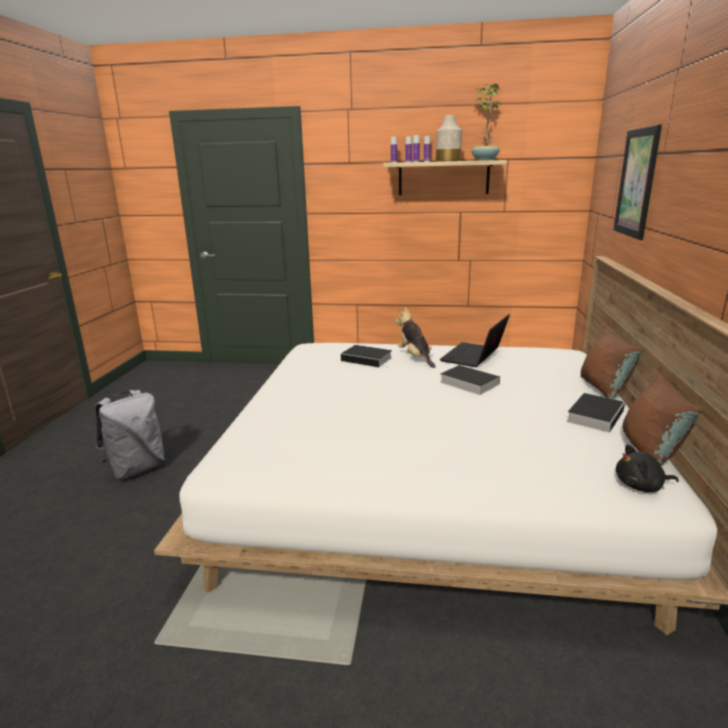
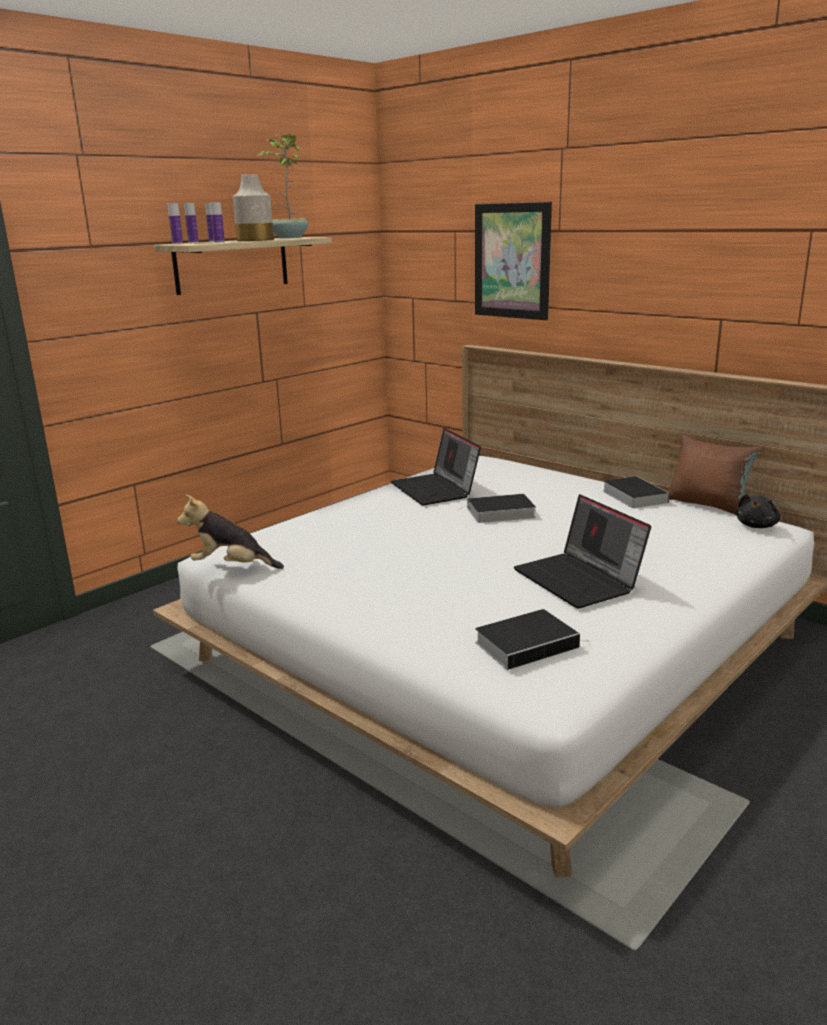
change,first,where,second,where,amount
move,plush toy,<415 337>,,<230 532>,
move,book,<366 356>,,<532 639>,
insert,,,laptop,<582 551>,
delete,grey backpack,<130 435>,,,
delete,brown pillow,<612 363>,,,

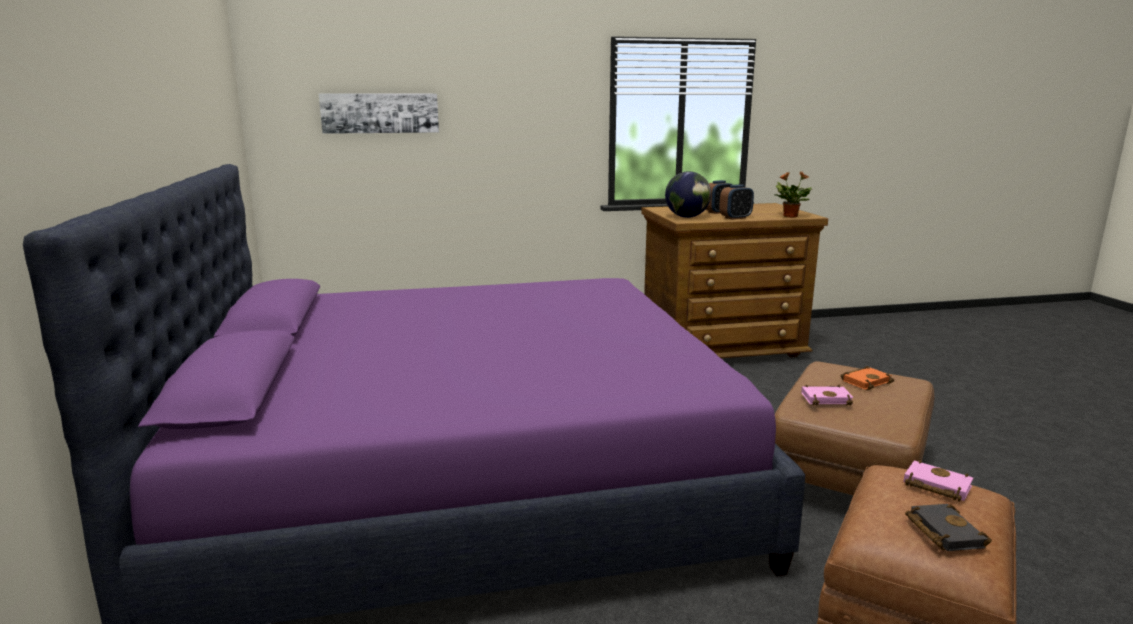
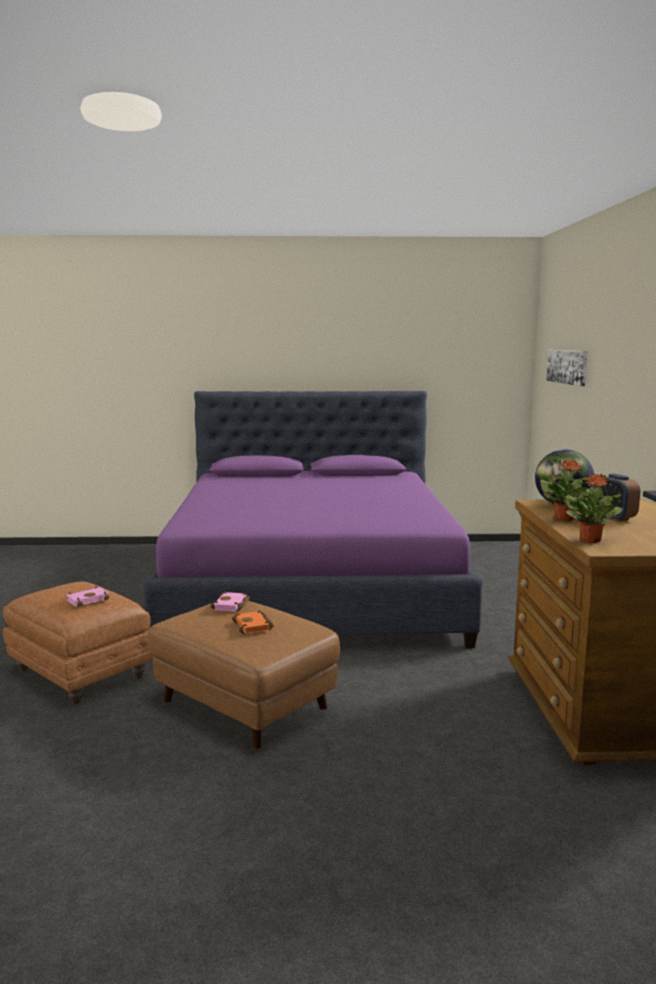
change,first,where,second,where,amount
replace,alarm clock,<736 202>,potted plant,<565 490>,
delete,black book,<948 527>,,,

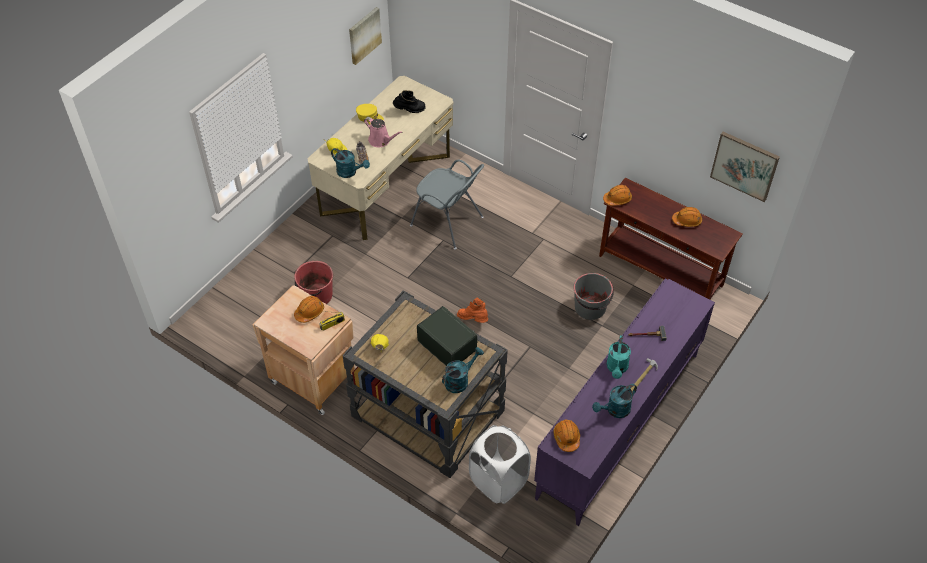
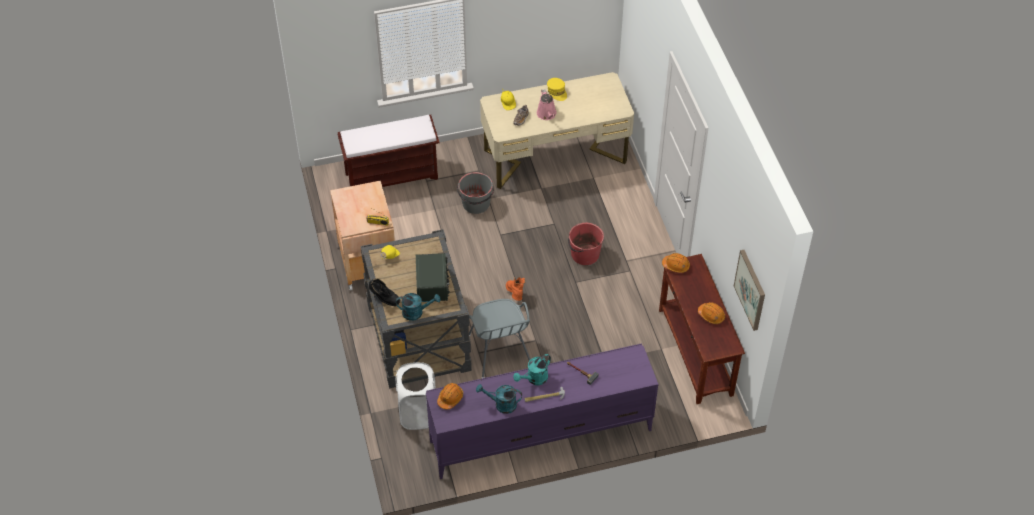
change,first,where,second,where,amount
insert,,,brown bench,<389 151>,
move,black boot,<409 101>,,<384 292>,
move,grey bucket,<593 296>,,<475 193>,
move,grey chair,<447 205>,,<500 338>,
move,red bucket,<313 282>,,<586 244>,
delete,orange hard hat,<309 309>,,,
delete,turquoise watering can,<350 163>,,,
delete,picture,<365 36>,,,

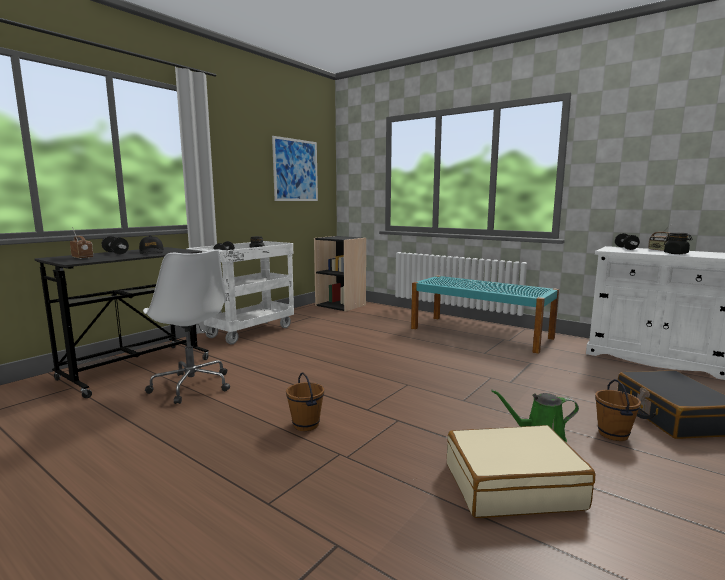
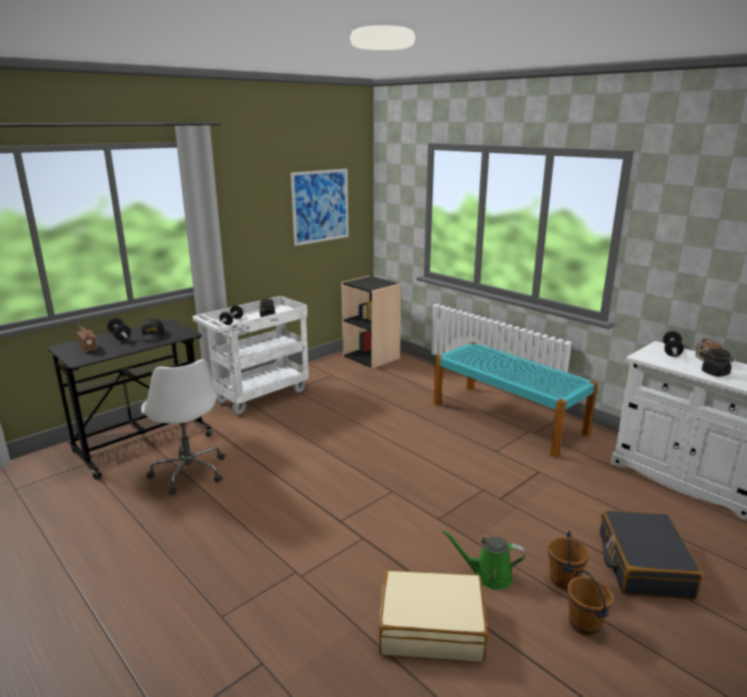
change,first,where,second,where,amount
move,brown bucket,<305 401>,,<590 603>,

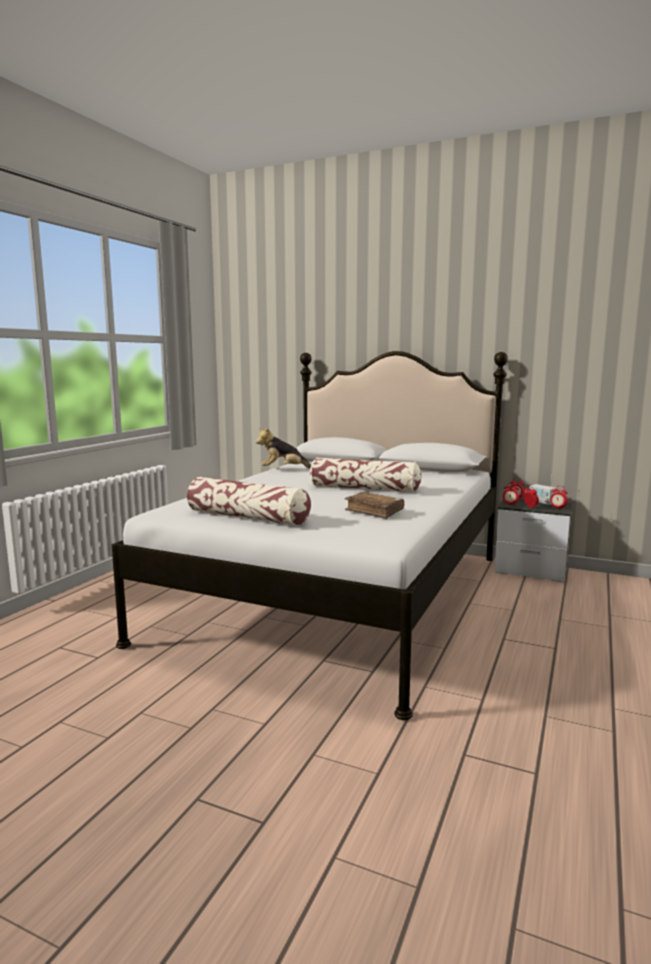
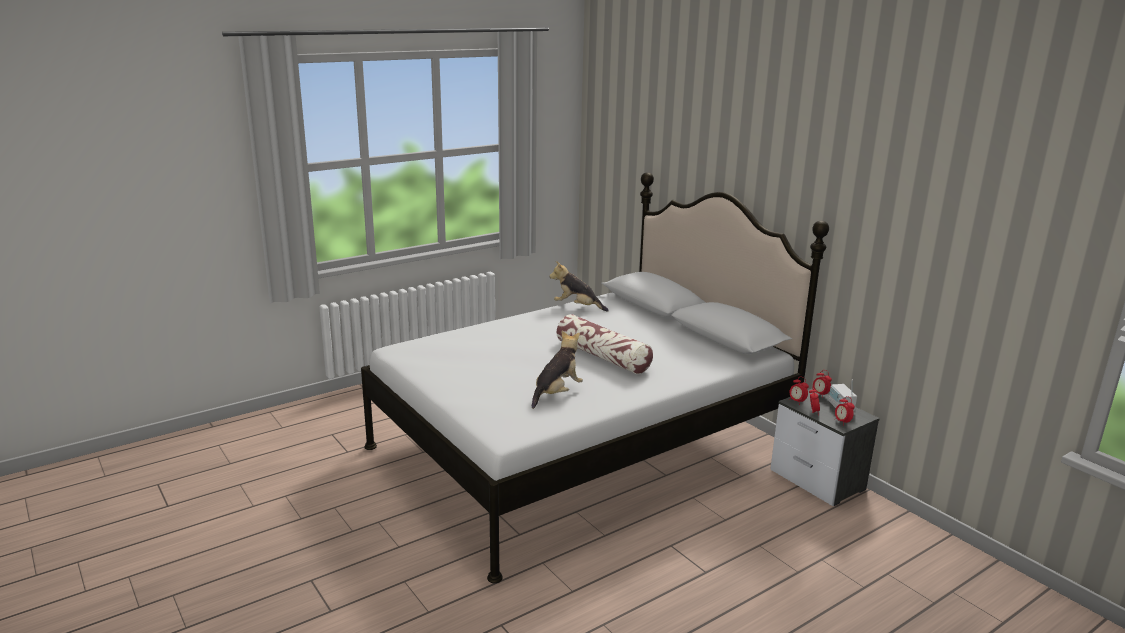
change,first,where,second,where,amount
replace,brown book,<374 505>,plush toy,<557 370>,
delete,pillow,<249 501>,,,

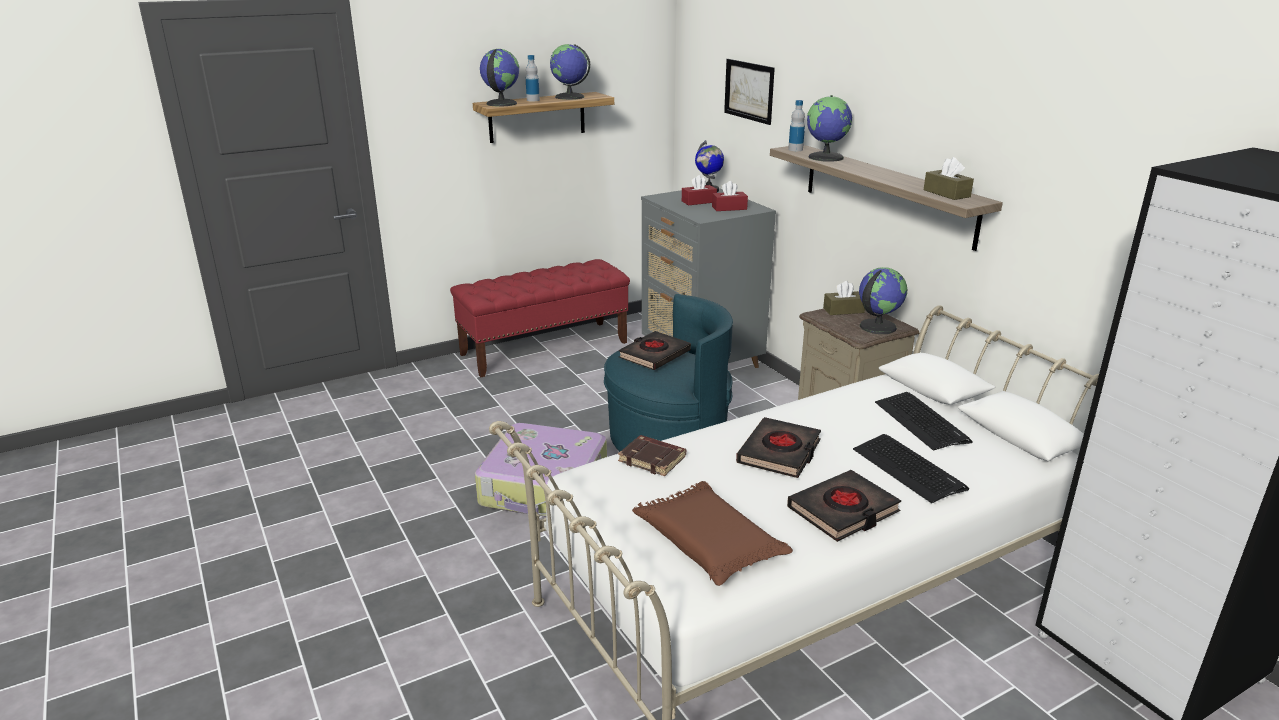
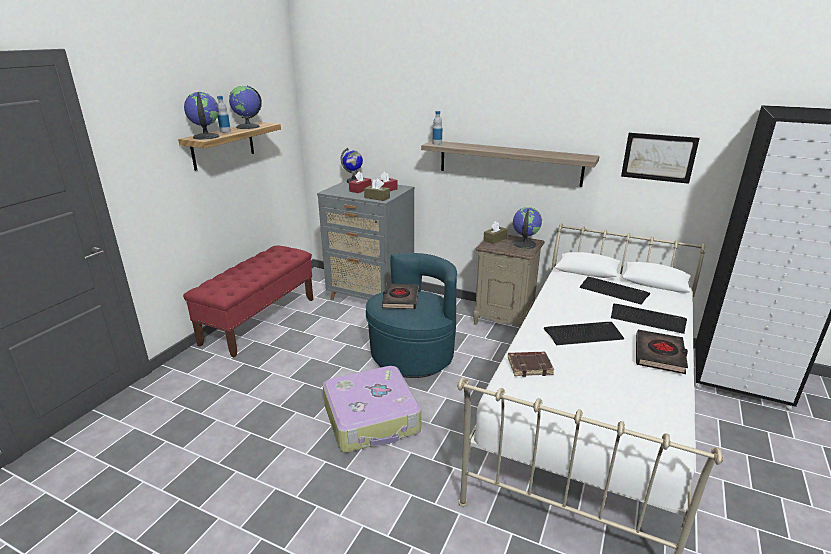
change,first,where,second,where,amount
move,brown tissue box,<949 178>,,<377 189>,
replace,black book,<778 447>,keyboard,<584 333>,
move,picture,<749 92>,,<660 158>,
delete,brown pillow,<712 533>,,,
delete,globe,<829 128>,,,

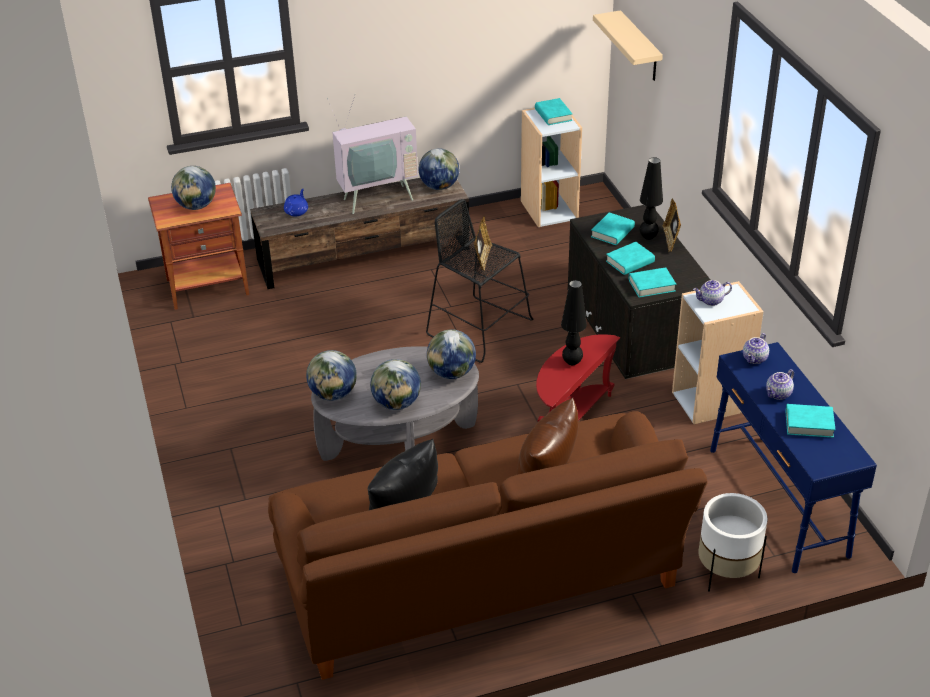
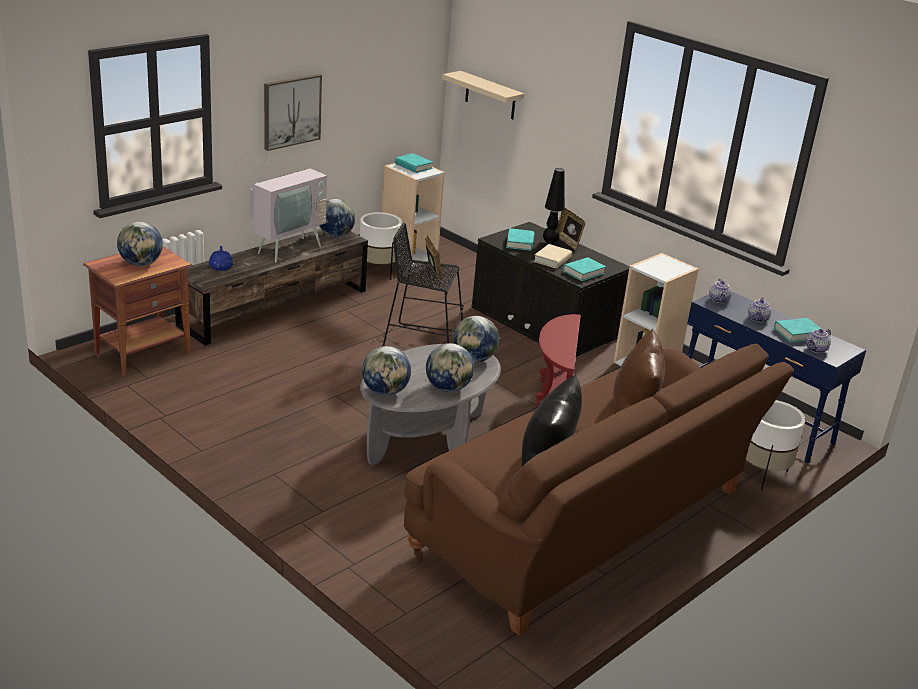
change,first,where,second,where,amount
insert,,,picture,<293 112>,
insert,,,white planter,<380 246>,
recolor,turquoise book,<630 258>,beige book,<553 256>,
move,teapot,<712 293>,,<818 341>,
delete,black table lamp,<574 323>,,,

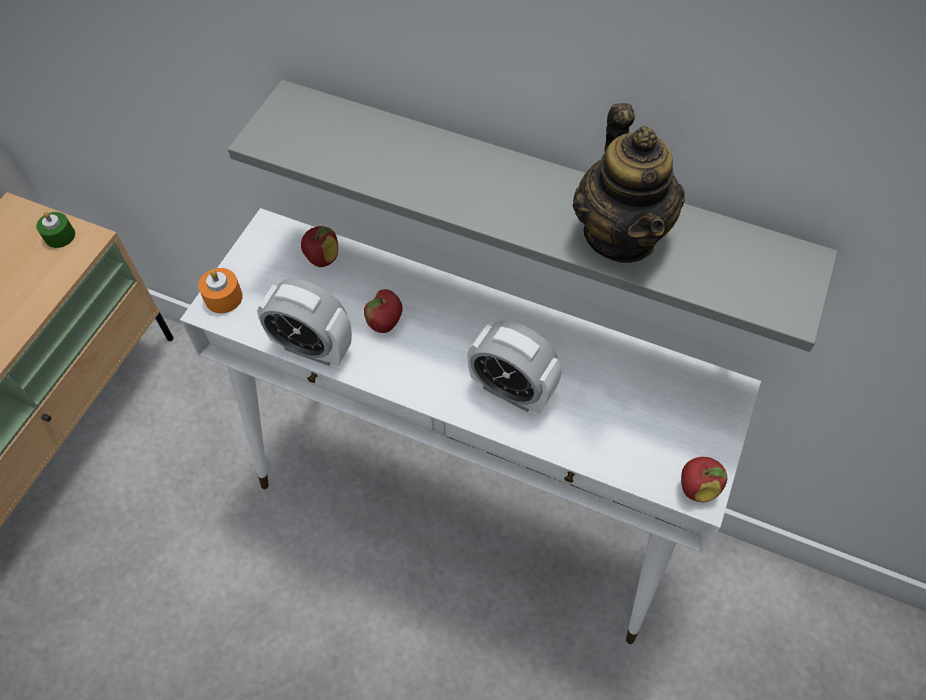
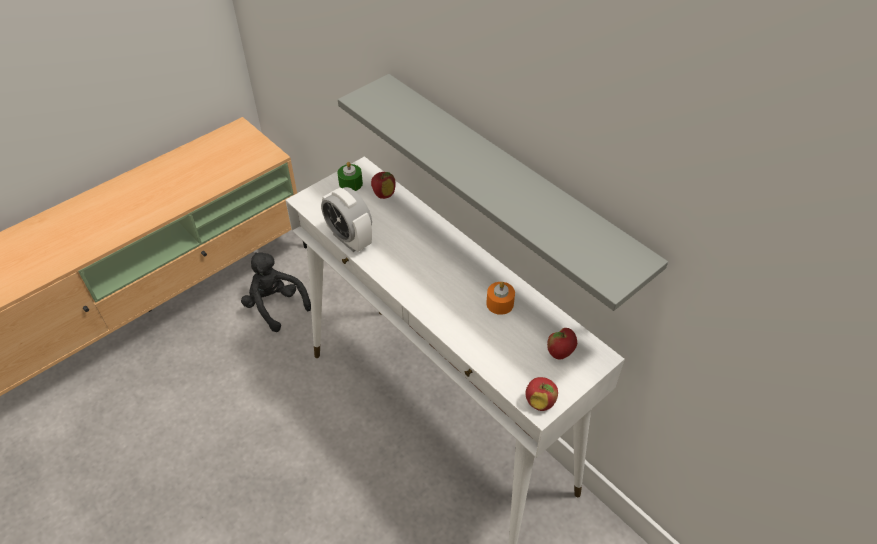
change,first,where,second,where,amount
insert,,,black plush toy,<276 292>,
move,green candle,<55 230>,,<350 176>,
move,orange candle,<220 290>,,<500 298>,
move,apple,<383 311>,,<562 344>,
delete,alarm clock,<514 367>,,,
delete,teapot,<629 183>,,,

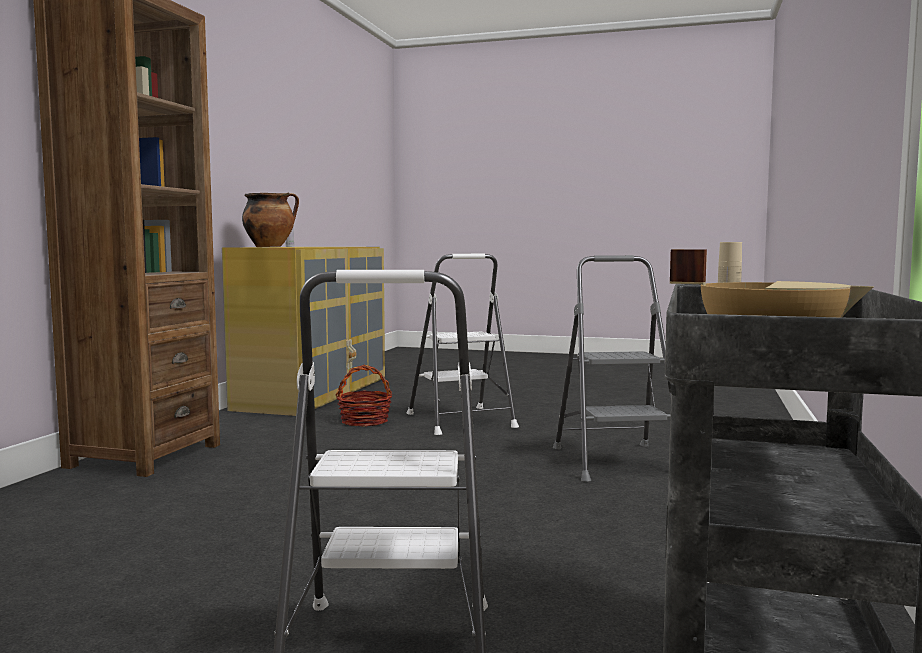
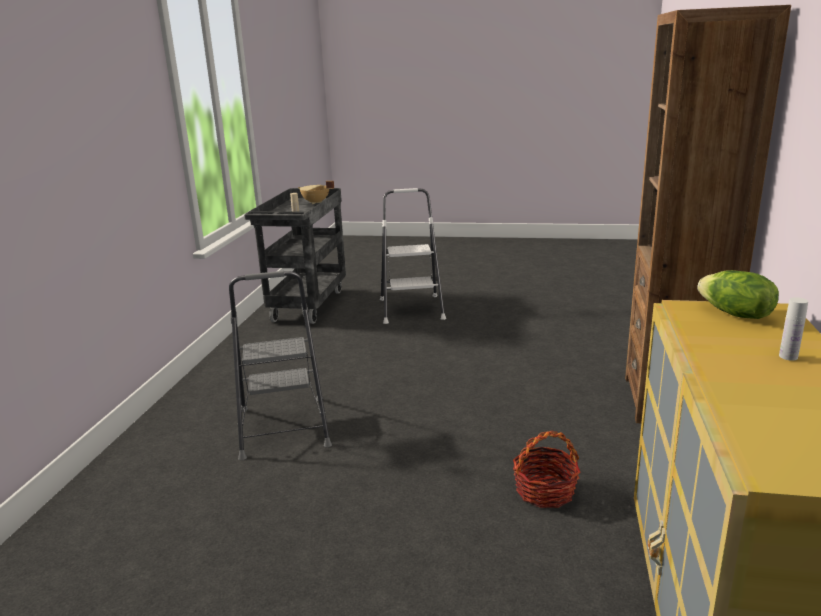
change,first,where,second,where,amount
replace,cooking pot,<270 219>,lettuce,<738 294>,
delete,white step ladder,<462 344>,,,

